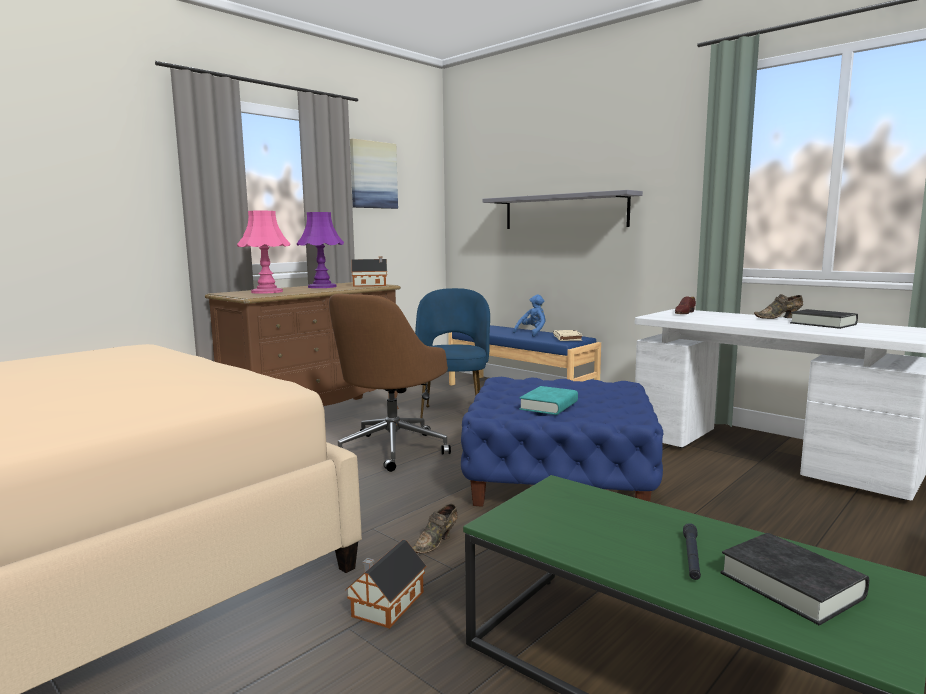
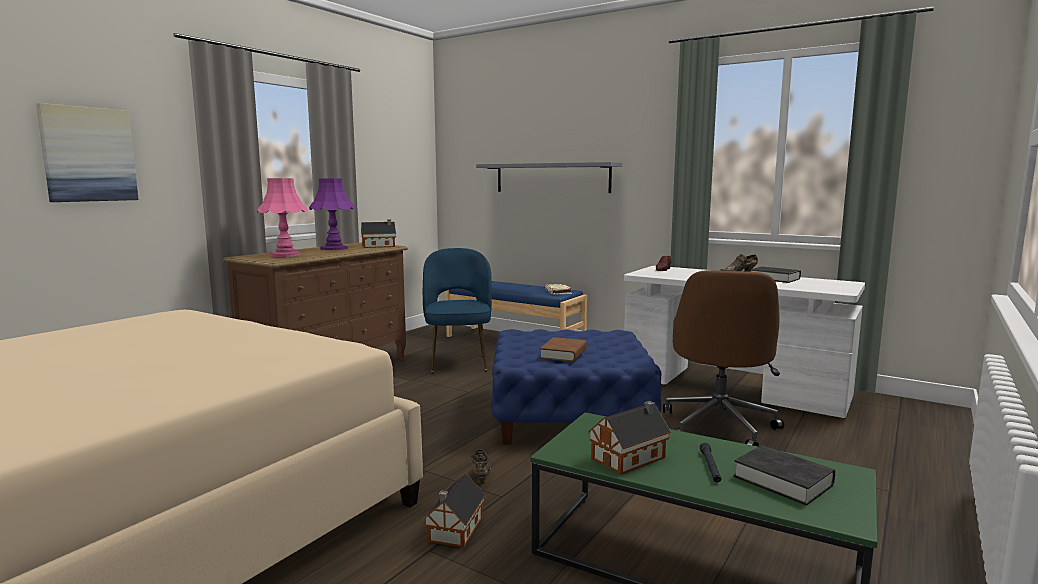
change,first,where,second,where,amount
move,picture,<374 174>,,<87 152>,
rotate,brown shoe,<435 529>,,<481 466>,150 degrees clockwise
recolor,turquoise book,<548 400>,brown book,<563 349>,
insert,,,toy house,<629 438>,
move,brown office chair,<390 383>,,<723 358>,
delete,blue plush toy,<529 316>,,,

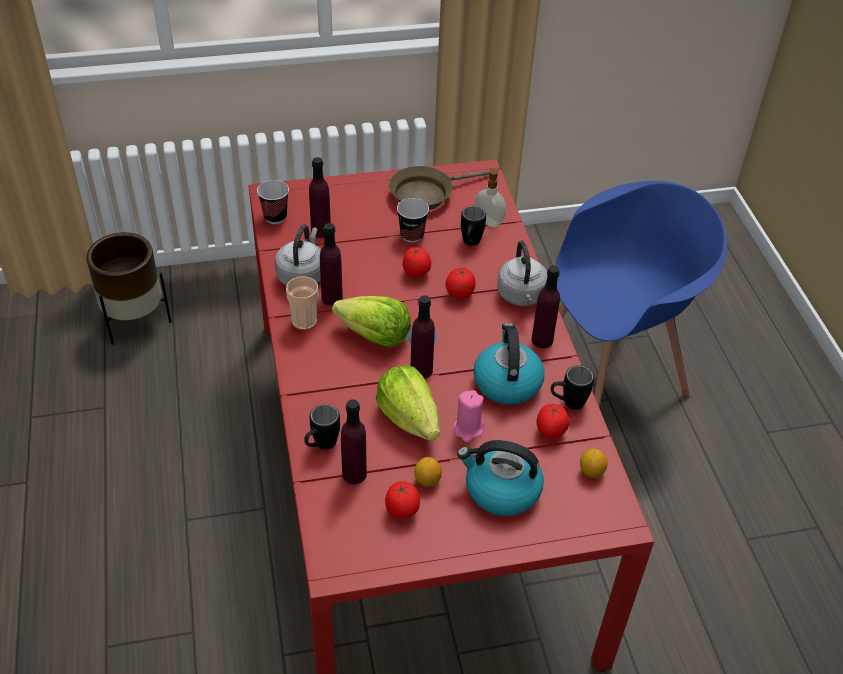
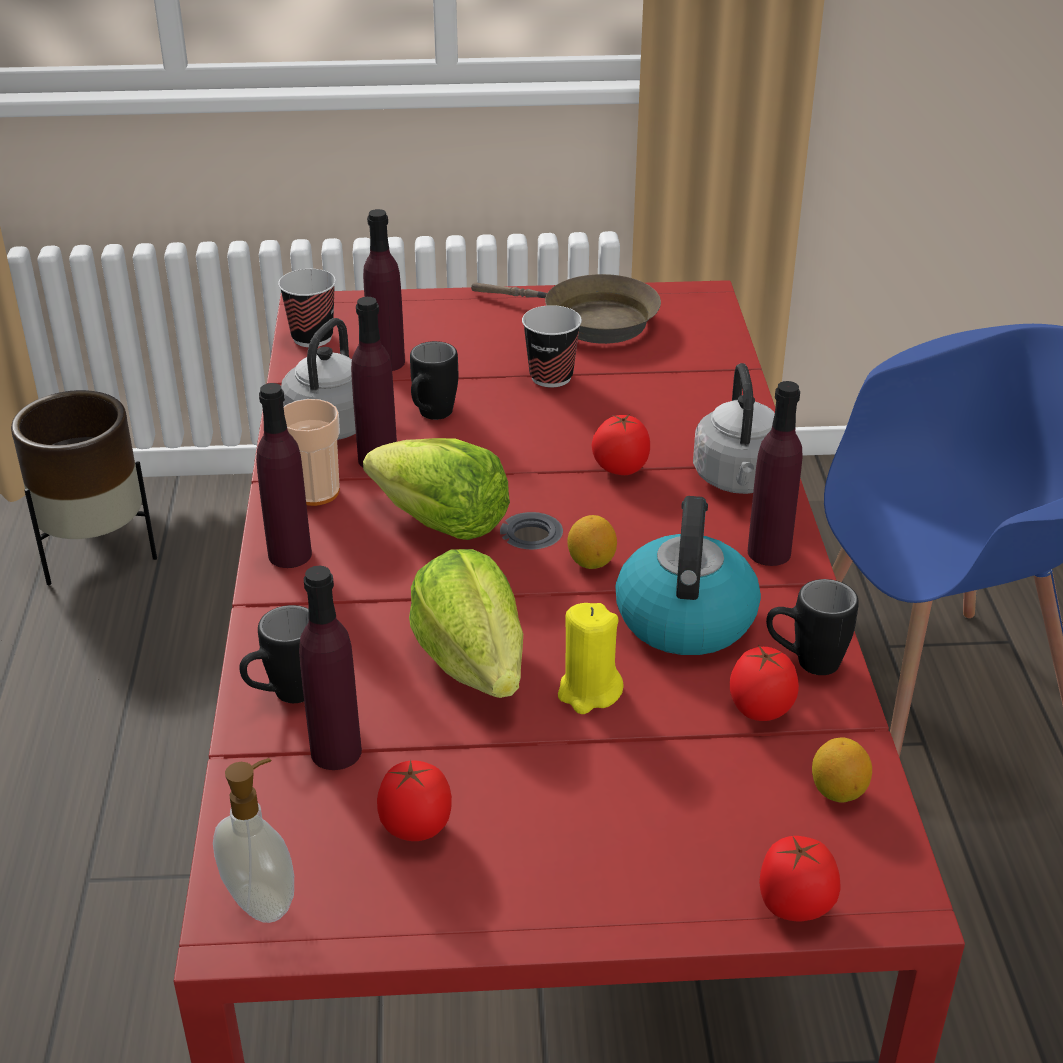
change,first,where,second,where,amount
move,soap dispenser,<490 197>,,<253 840>,
move,purple bottle,<423 337>,,<284 475>,
move,black mug,<473 226>,,<434 380>,
rotate,brown frying pan,<439 188>,,<566 309>,135 degrees counterclockwise
recolor,pink candle,<469 416>,yellow candle,<591 658>,
move,lemon,<428 472>,,<592 542>,
move,tomato,<417 262>,,<800 878>,
delete,kettle,<500 478>,,,

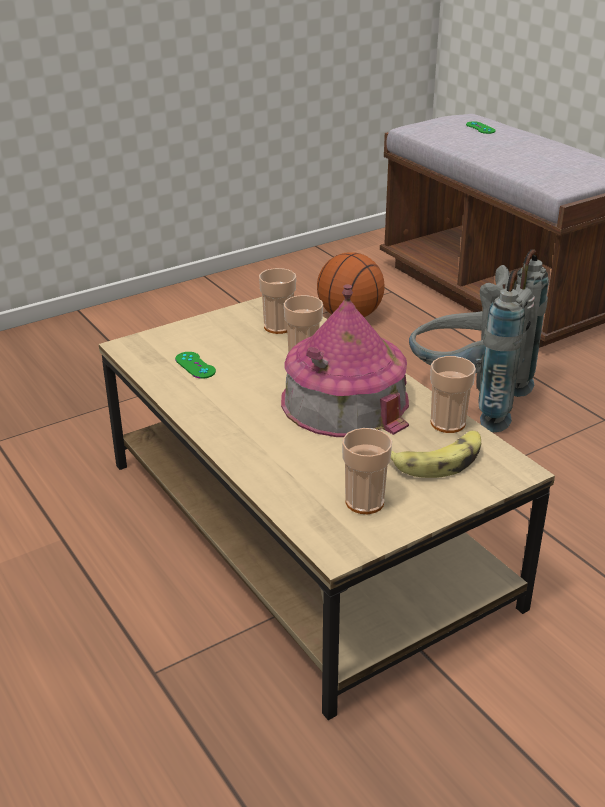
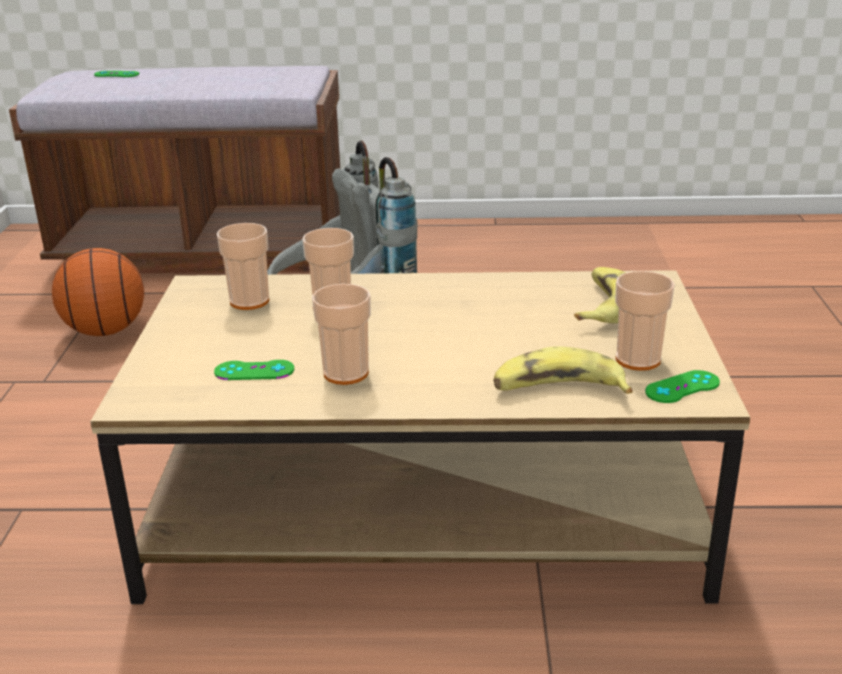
change,first,where,second,where,amount
move,cup,<453 394>,,<341 334>,
insert,,,banana,<563 370>,
insert,,,green game controller,<682 386>,
delete,toy house,<345 360>,,,

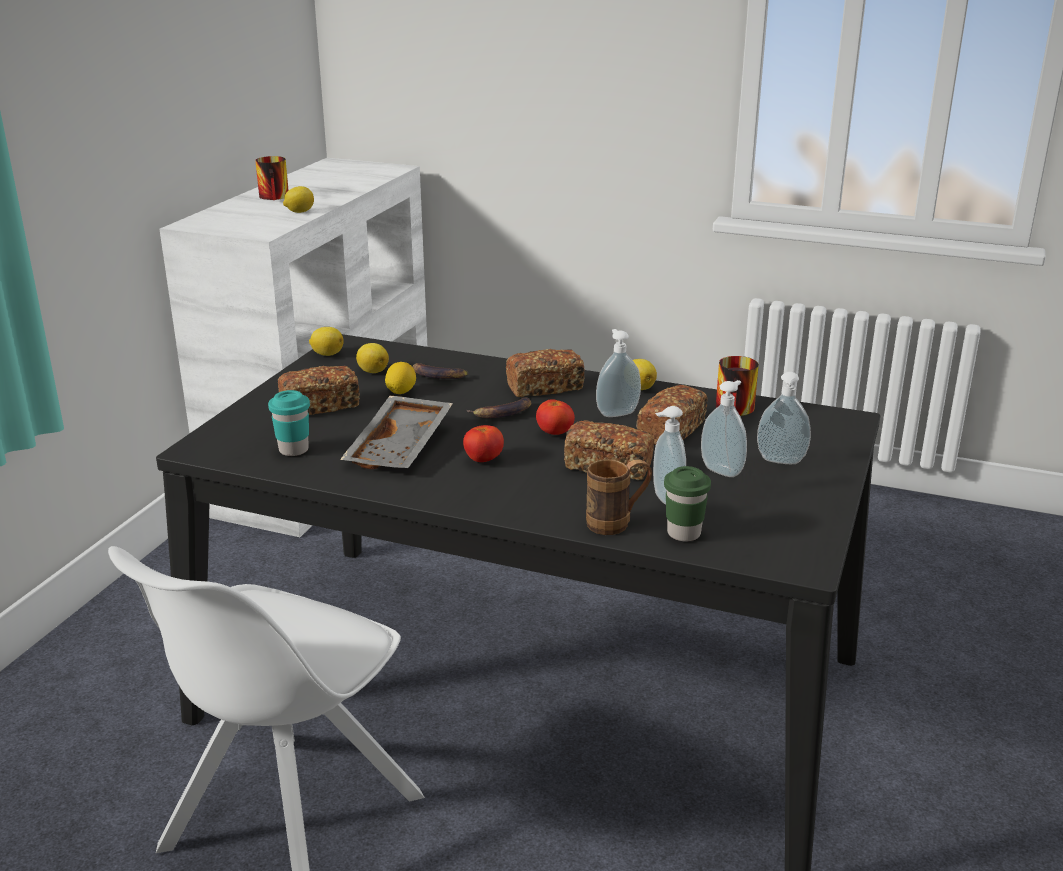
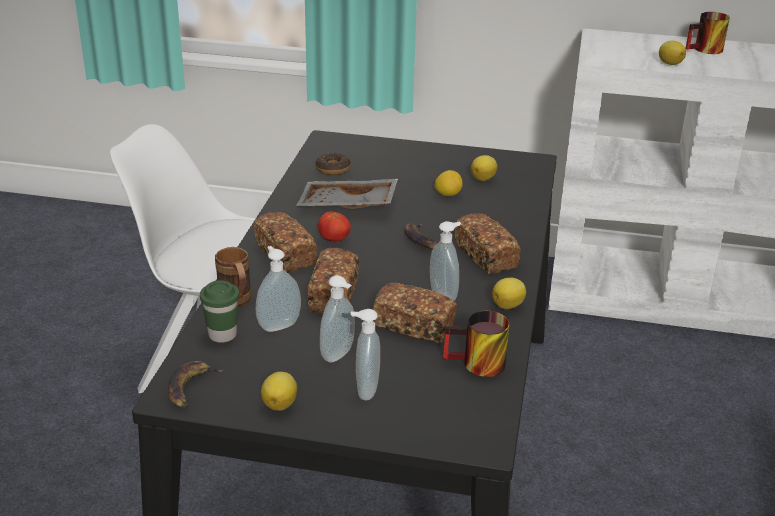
change,first,where,second,where,amount
move,banana,<441 371>,,<196 384>,
move,bread,<319 390>,,<285 242>,
move,lemon,<326 341>,,<279 391>,
replace,turquoise cup,<289 423>,donut,<333 164>,
delete,tomato,<555 417>,,,

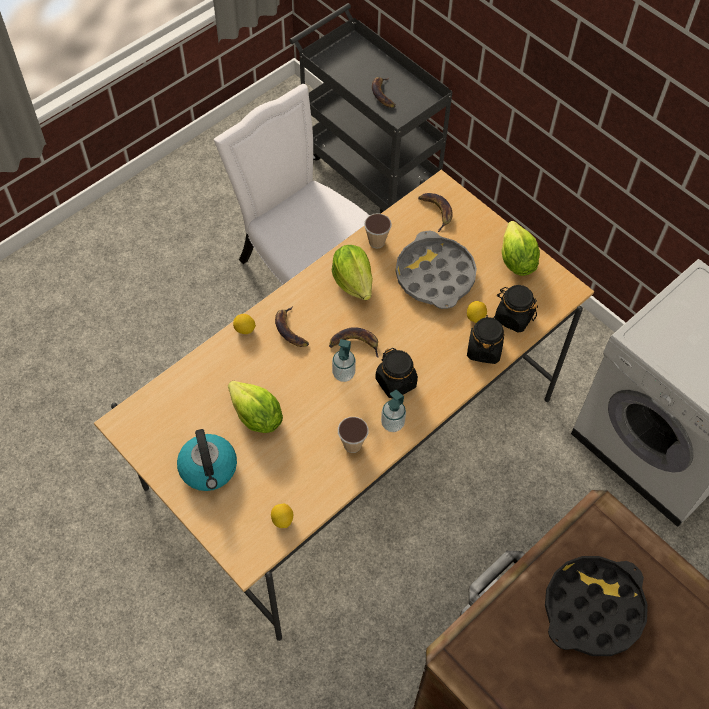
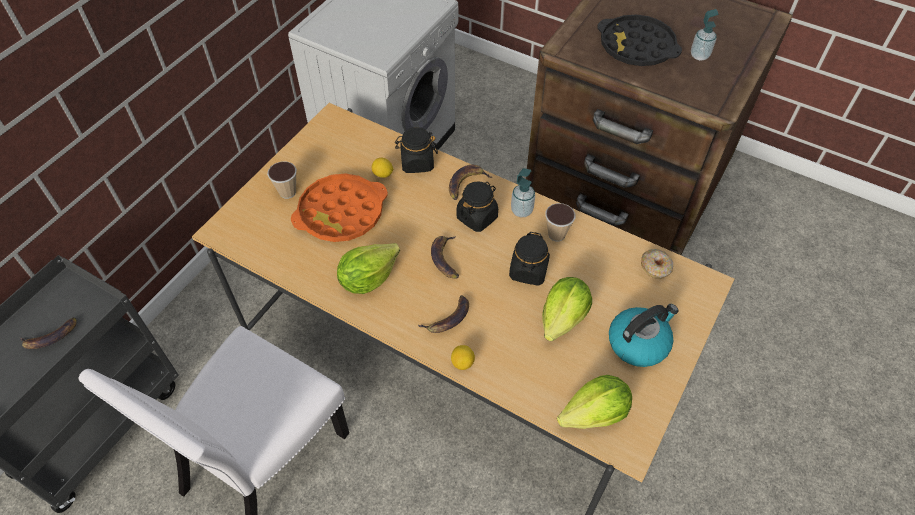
change,first,where,second,where,amount
move,cup,<378 231>,,<282 180>,
recolor,grey tray,<436 270>,orange tray,<339 207>,
move,banana,<435 212>,,<470 182>,
move,black jar,<516 309>,,<529 259>,
move,lettuce,<521 248>,,<594 402>,
replace,lemon,<282 515>,donut,<657 264>,
move,soap dispenser,<344 360>,,<704 35>,

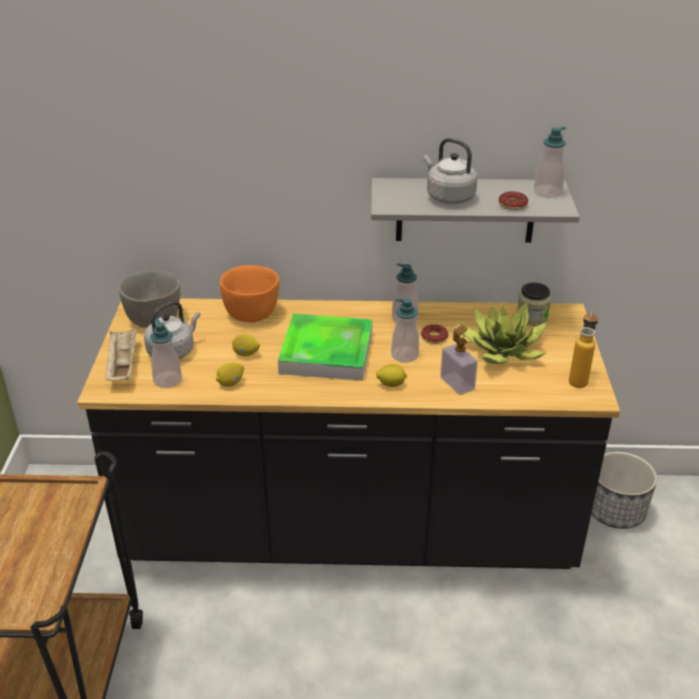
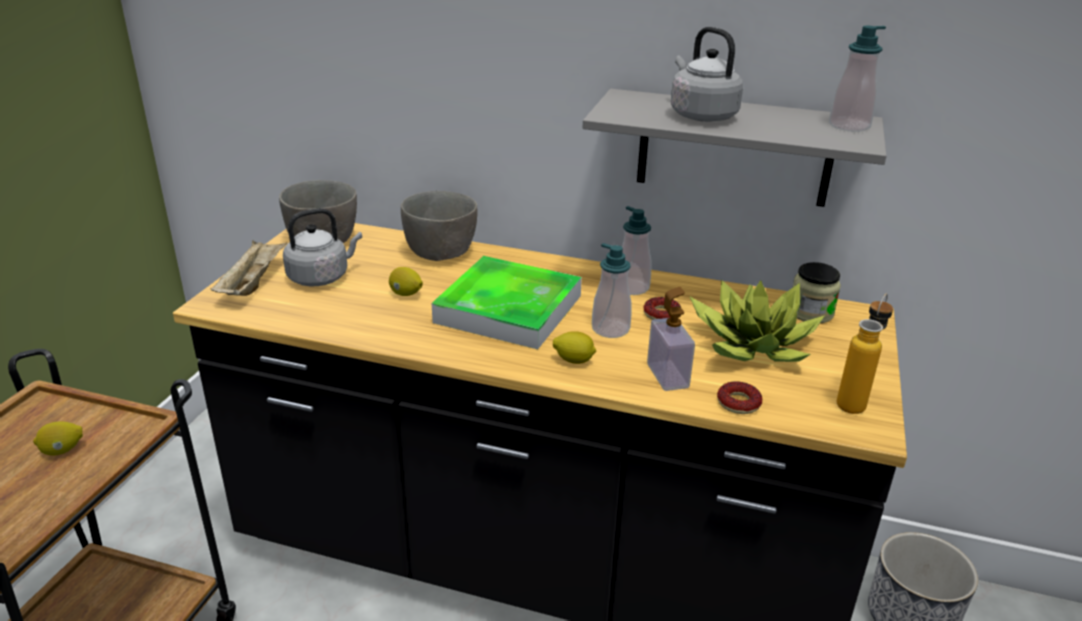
change,first,where,second,where,amount
move,lemon,<230 375>,,<58 439>,
recolor,orange bowl,<249 293>,grey bowl,<439 226>,
move,donut,<513 200>,,<739 397>,
delete,soap dispenser,<166 353>,,,

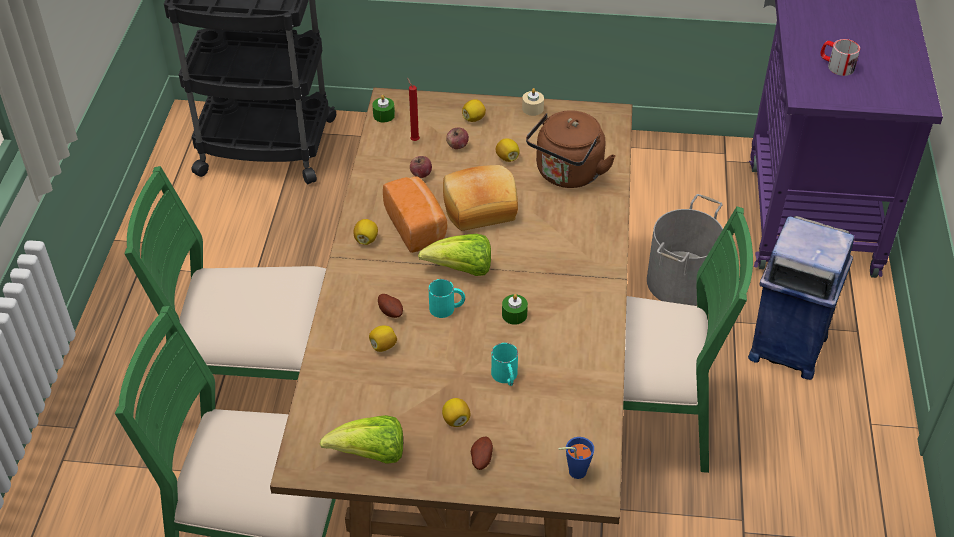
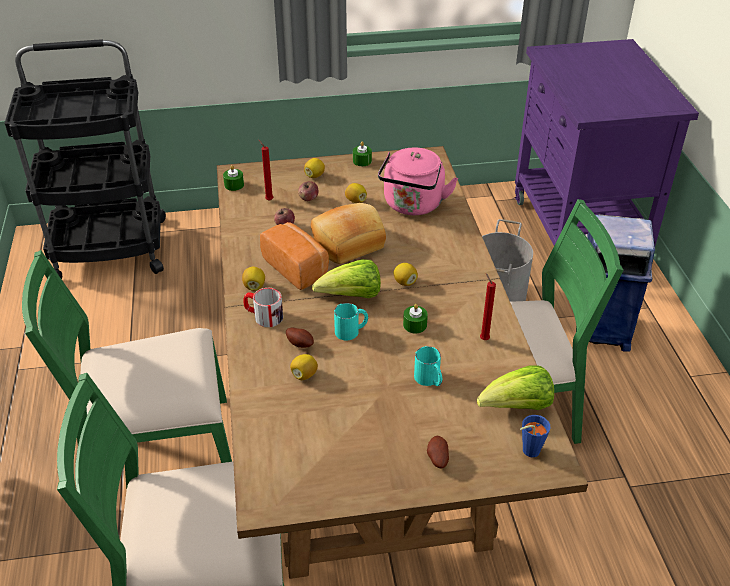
change,first,where,second,where,amount
move,mug,<840 57>,,<263 307>,
recolor,beige candle,<533 102>,green candle,<362 153>,
recolor,brown kettle,<571 149>,pink kettle,<418 181>,
move,lemon,<456 412>,,<406 274>,
move,lettuce,<361 439>,,<515 387>,
insert,,,red candle,<488 306>,

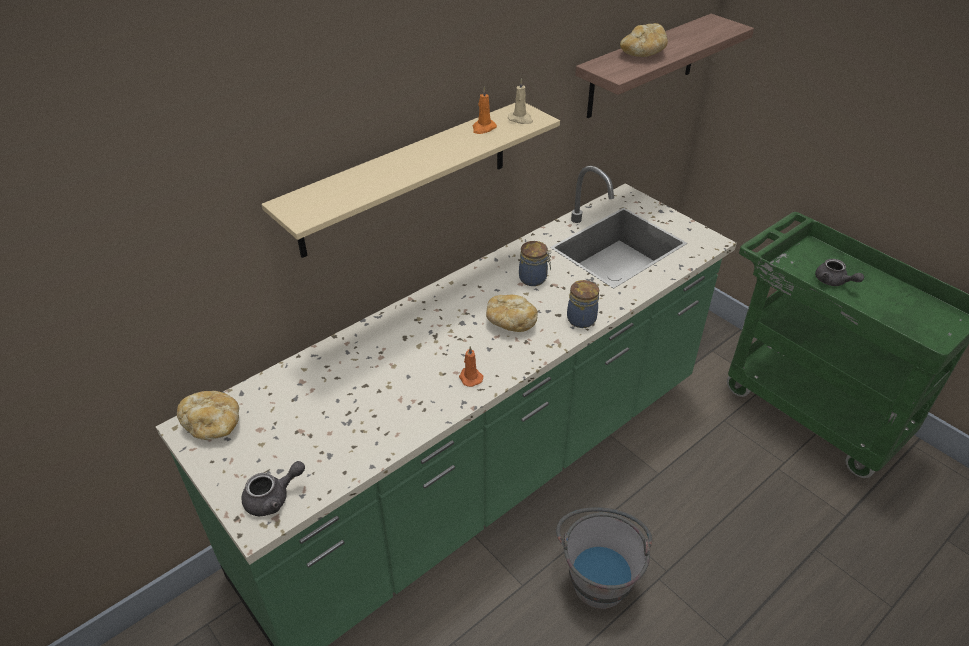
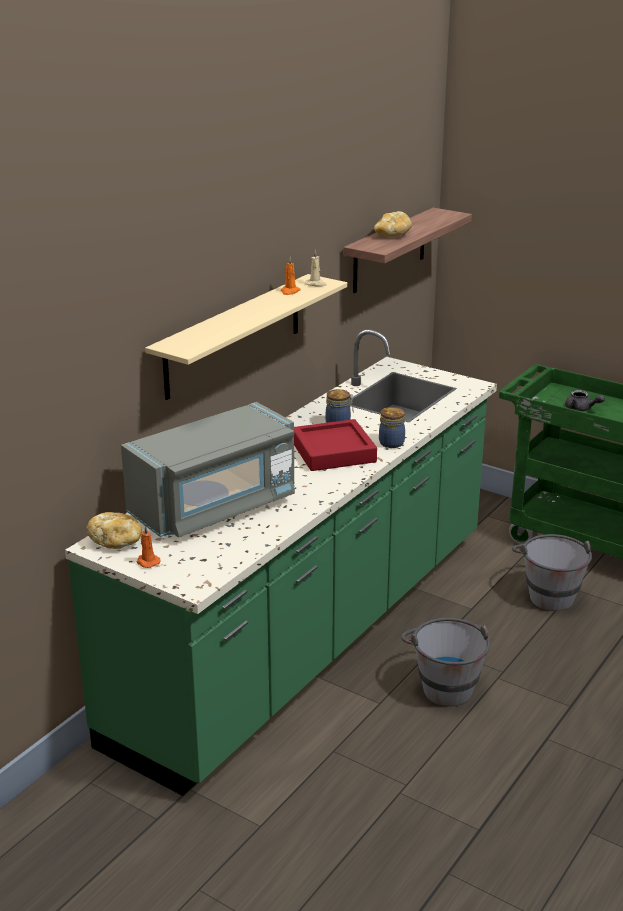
change,first,where,second,where,amount
insert,,,grey microwave,<208 470>,
move,orange candle,<471 366>,,<148 546>,
replace,bread,<512 313>,red tray,<335 445>,
insert,,,grey bucket,<552 572>,
delete,grey teapot,<273 488>,,,

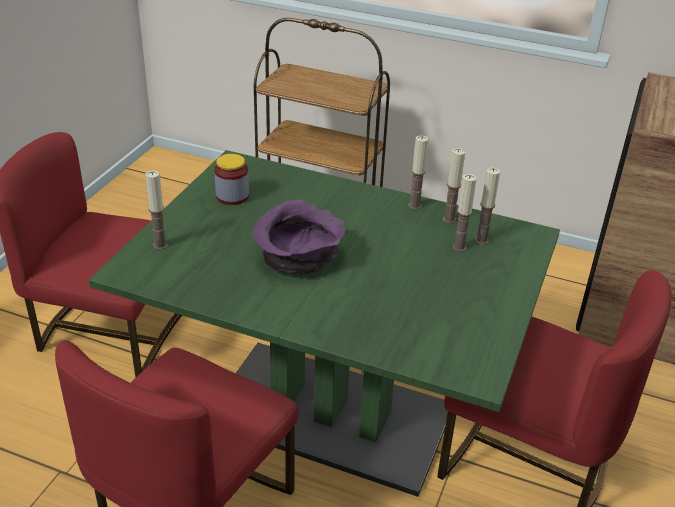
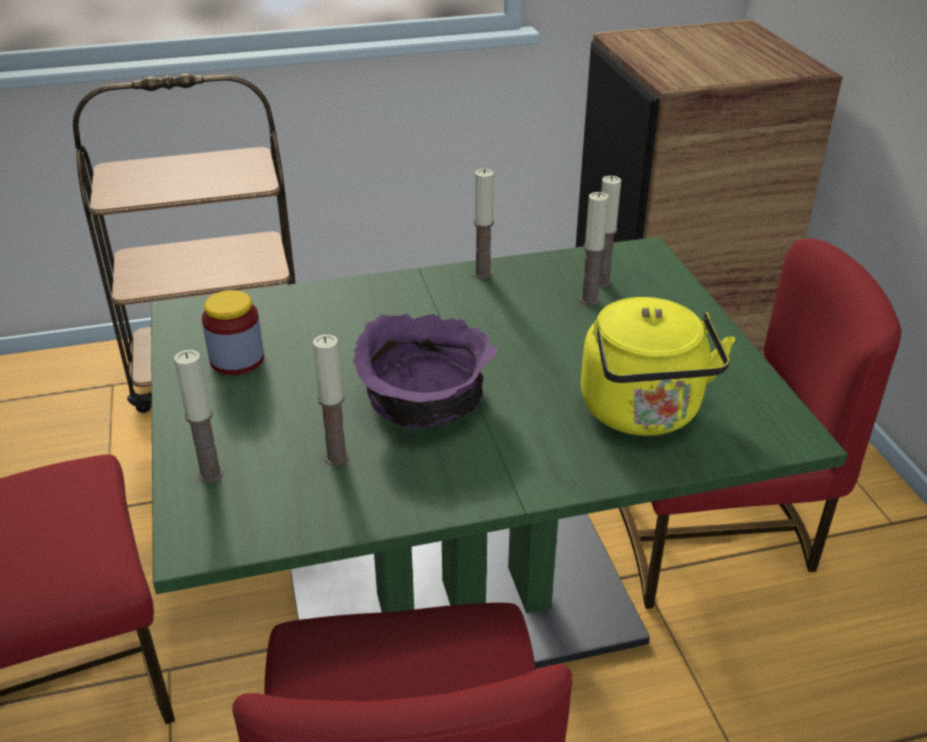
change,first,where,second,where,amount
move,candle,<454 185>,,<331 400>,
insert,,,yellow kettle,<658 366>,

